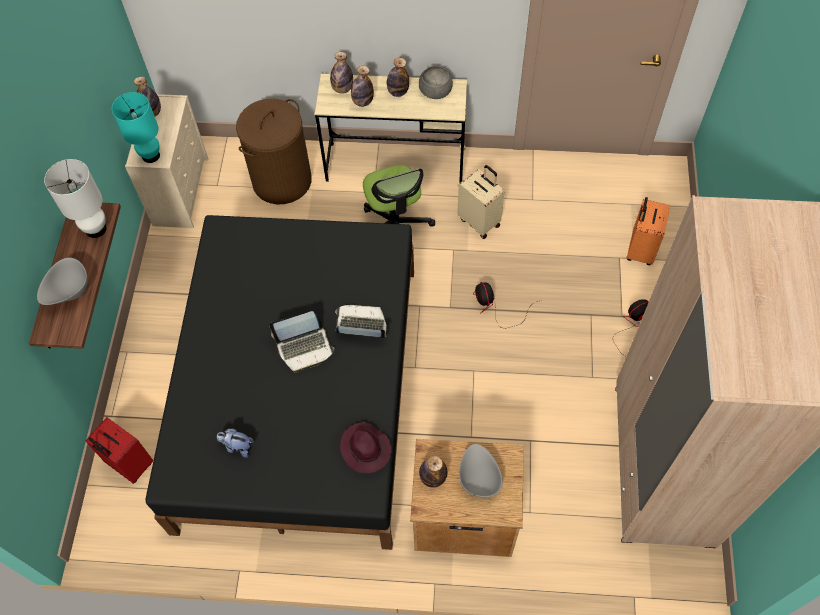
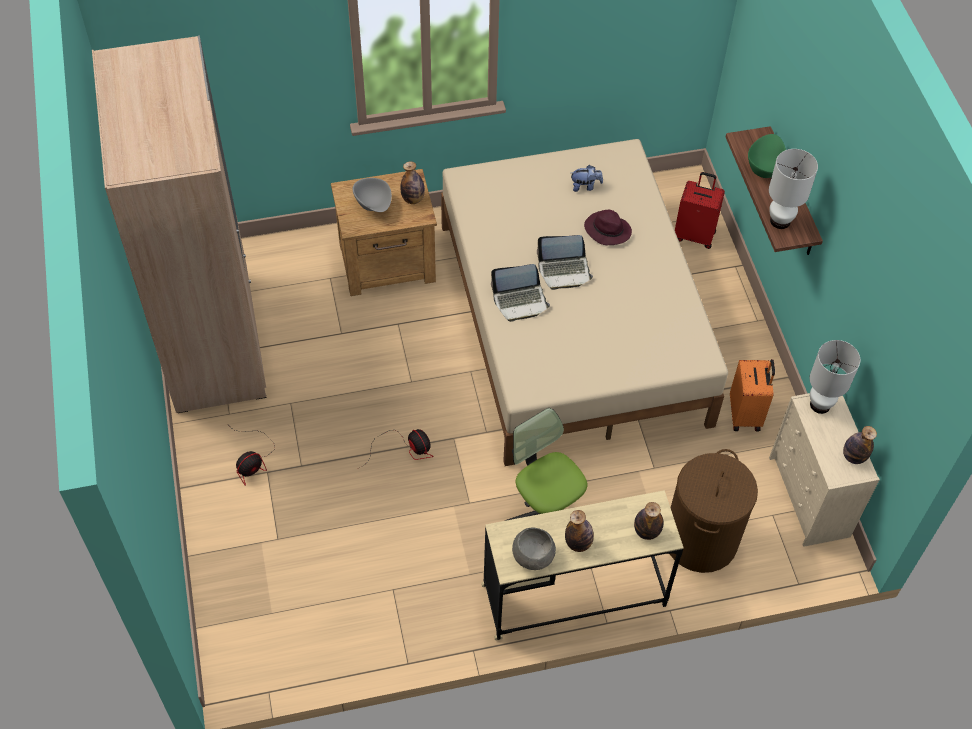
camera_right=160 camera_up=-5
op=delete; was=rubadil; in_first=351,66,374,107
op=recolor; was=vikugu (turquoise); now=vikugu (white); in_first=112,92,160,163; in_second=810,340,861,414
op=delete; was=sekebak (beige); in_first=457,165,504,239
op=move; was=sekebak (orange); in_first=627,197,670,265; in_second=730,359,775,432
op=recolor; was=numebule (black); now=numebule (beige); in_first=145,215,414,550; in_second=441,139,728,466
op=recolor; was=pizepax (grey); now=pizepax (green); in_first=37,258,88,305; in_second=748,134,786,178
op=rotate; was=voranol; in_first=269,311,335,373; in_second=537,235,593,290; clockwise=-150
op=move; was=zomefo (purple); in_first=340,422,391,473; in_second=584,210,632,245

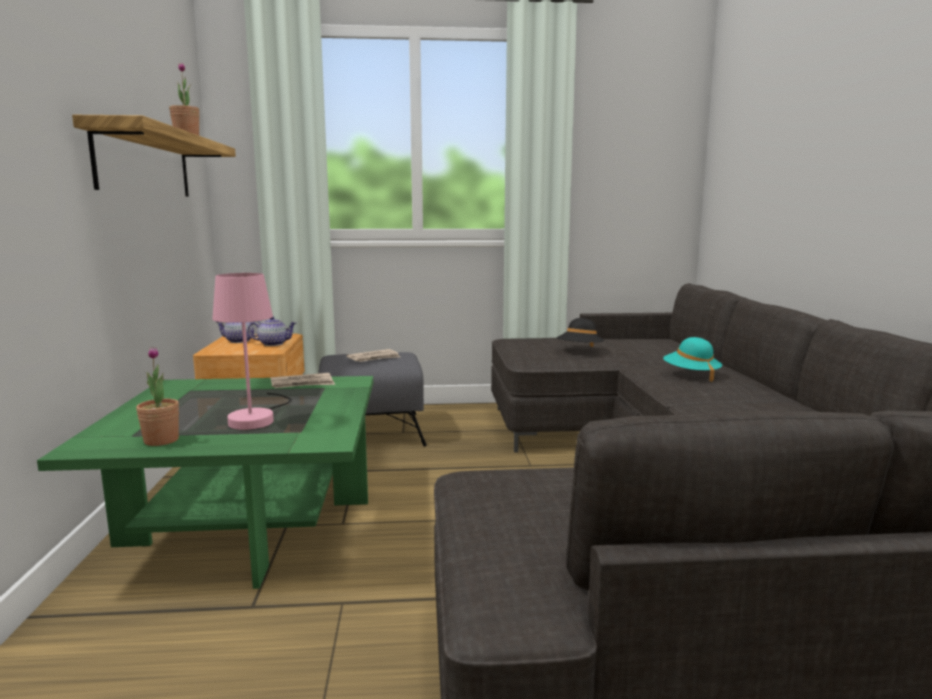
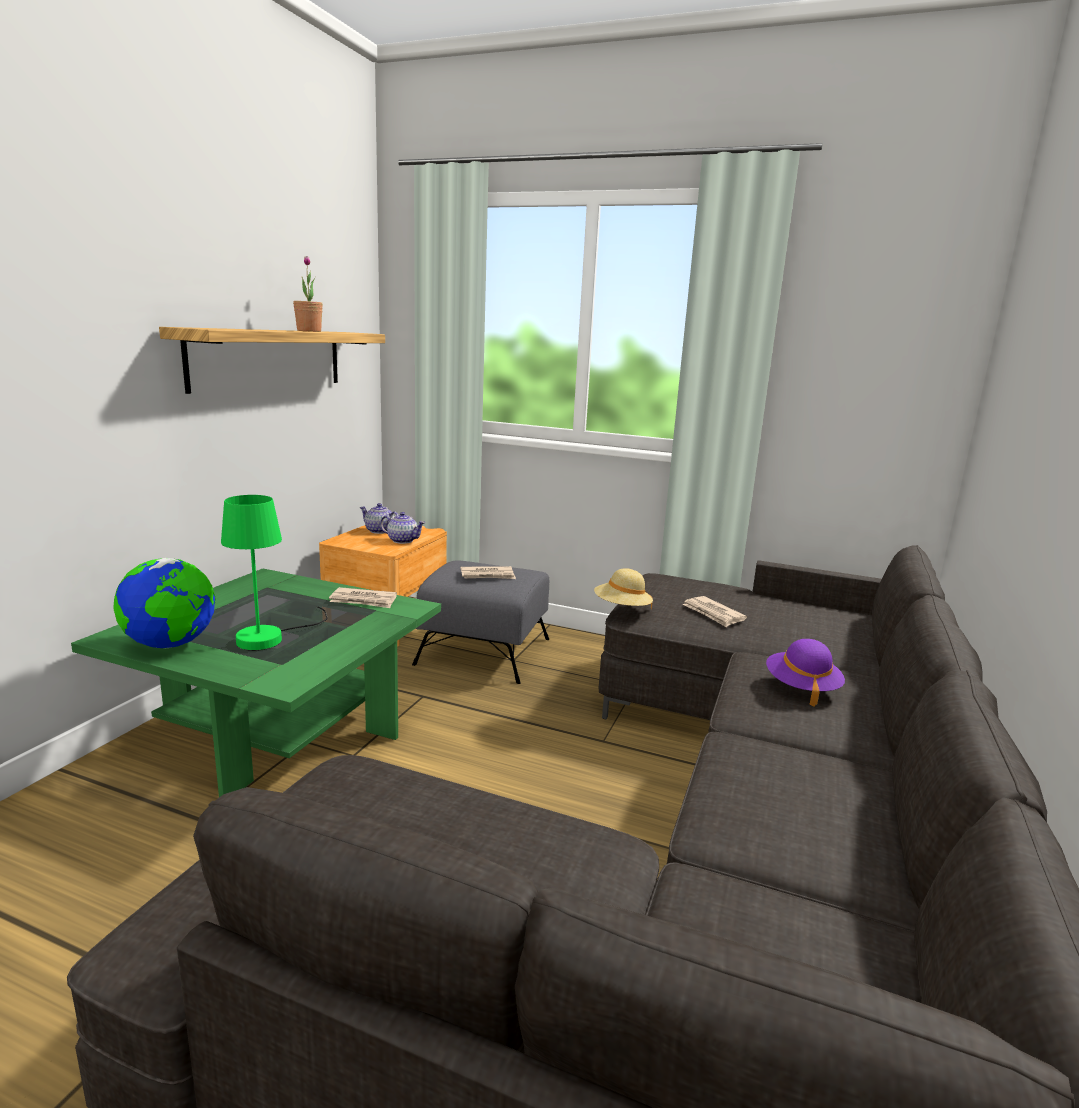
camera_right=25 camera_up=5
op=recolor; was=vikugu (pink); now=vikugu (green); in_first=212,273,291,430; in_second=221,495,328,651
op=replace; was=zomefo (black); now=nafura; in_first=557,318,605,347; in_second=682,596,747,627
op=recolor; was=zomefo (turquoise); now=zomefo (purple); in_first=663,337,722,382; in_second=766,639,845,707
op=replace; was=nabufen; now=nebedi; in_first=136,347,179,446; in_second=114,558,216,648
op=insert; now=zomefo (beige); in_second=594,568,653,609

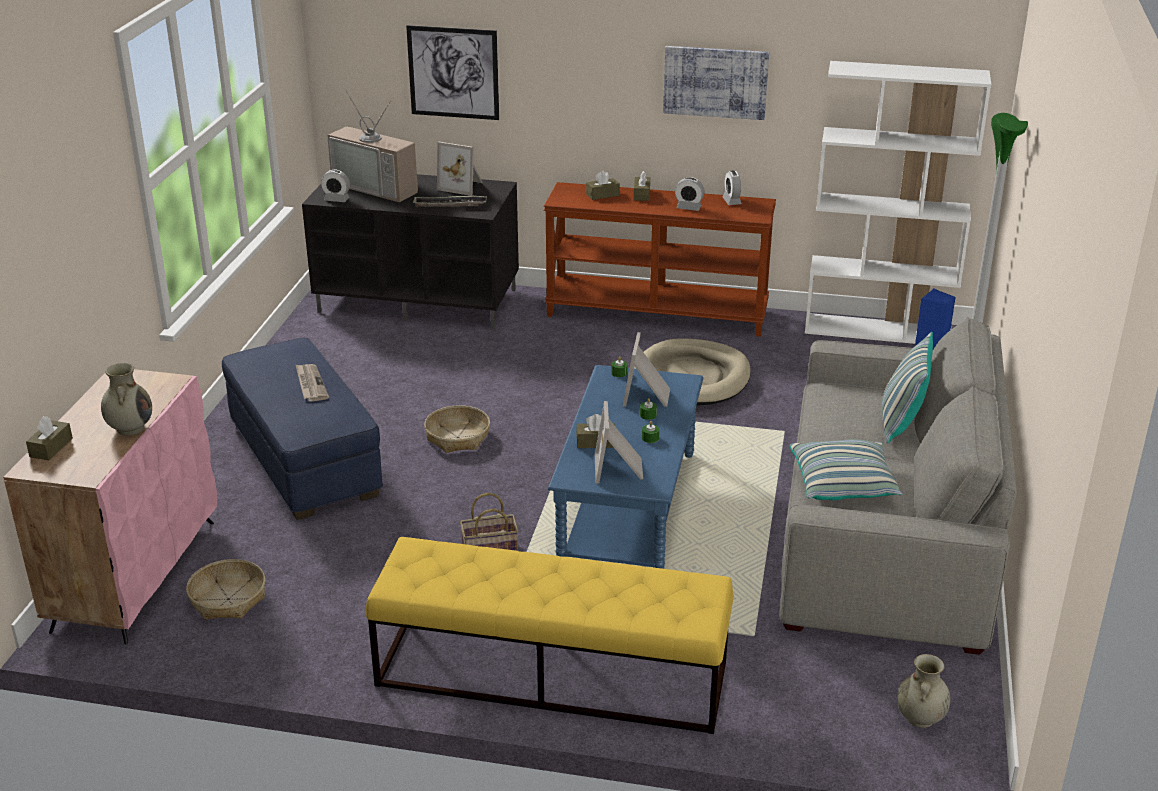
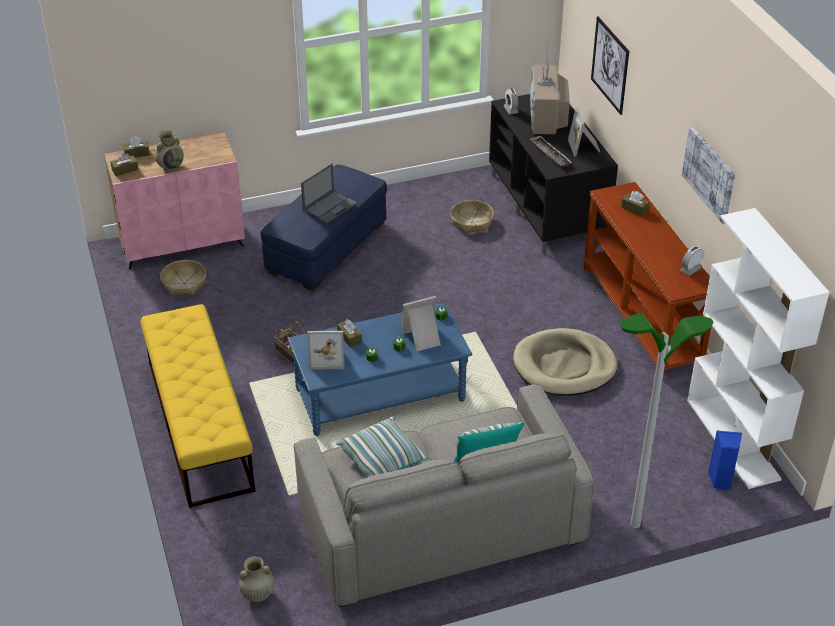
camera_right=60 camera_up=10
op=move; was=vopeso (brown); in_first=634,171,650,201; in_second=110,153,139,176
op=delete; was=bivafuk; in_first=675,177,705,211
op=replace; was=nafura; now=voranol; in_first=295,364,329,401; in_second=301,163,357,224
op=rotate; was=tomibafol; in_first=595,401,643,483; in_second=307,331,345,369; clockwise=-150
op=move; was=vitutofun; in_first=424,405,490,453; in_second=451,200,494,234

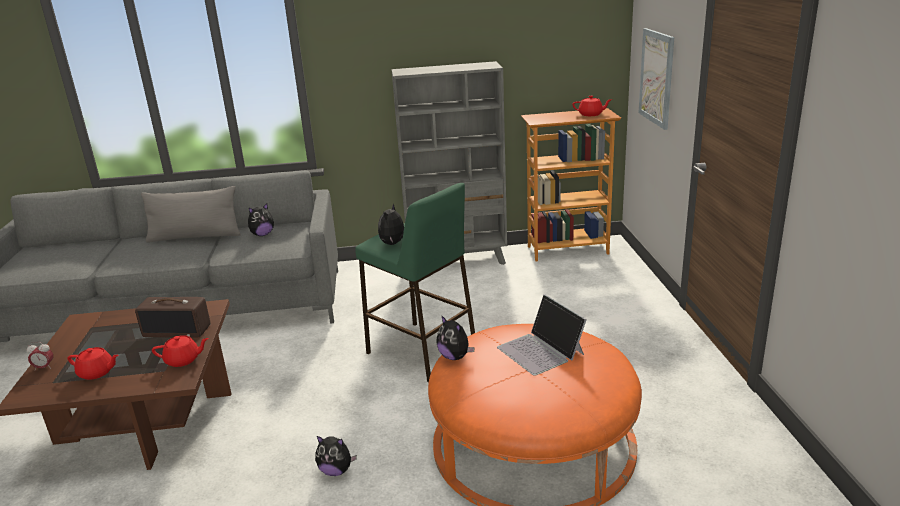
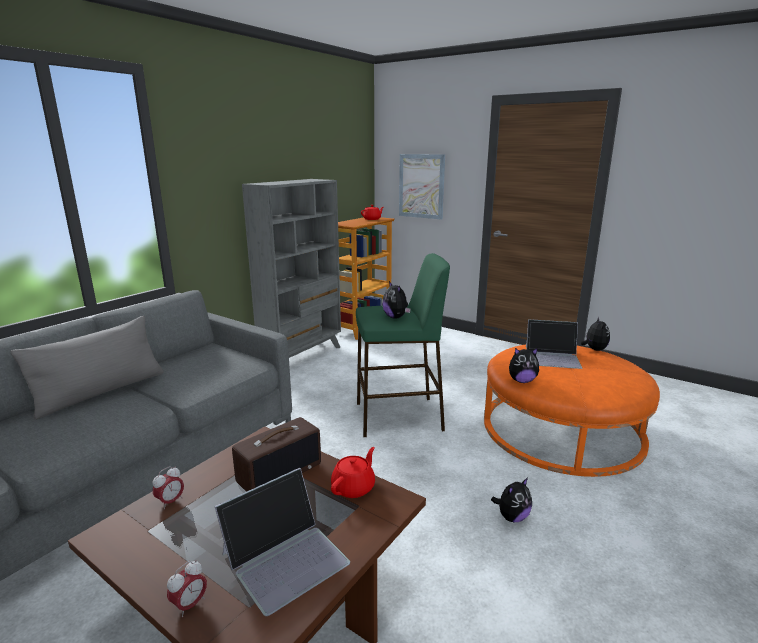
camera_right=-50 camera_up=-5
op=move; was=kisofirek; in_first=248,203,274,236; in_second=581,317,610,351
op=replace; was=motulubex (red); now=voranol; in_first=68,347,119,380; in_second=214,468,350,616
op=insert; now=bivafuk; in_second=152,466,184,509

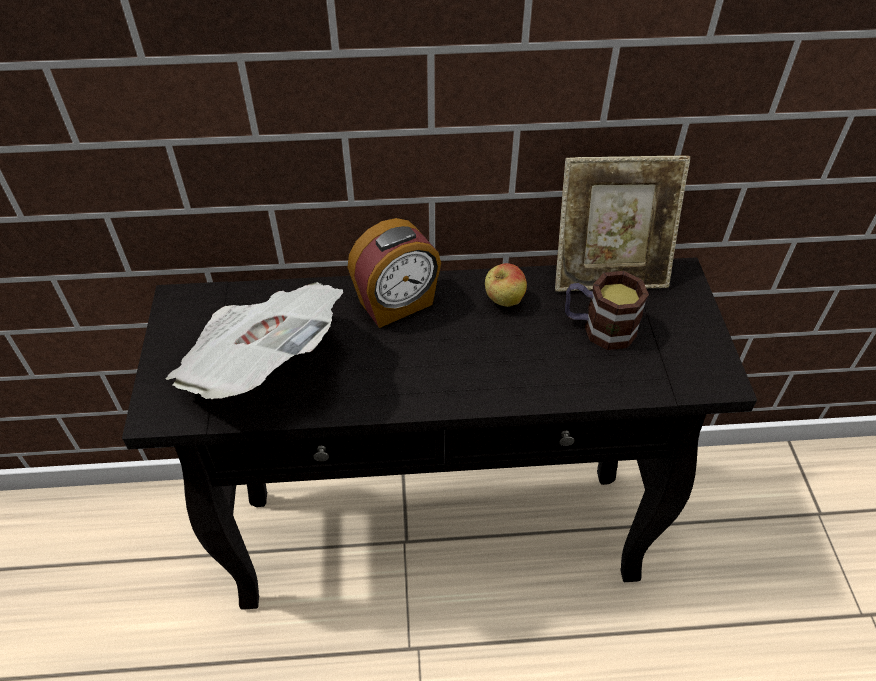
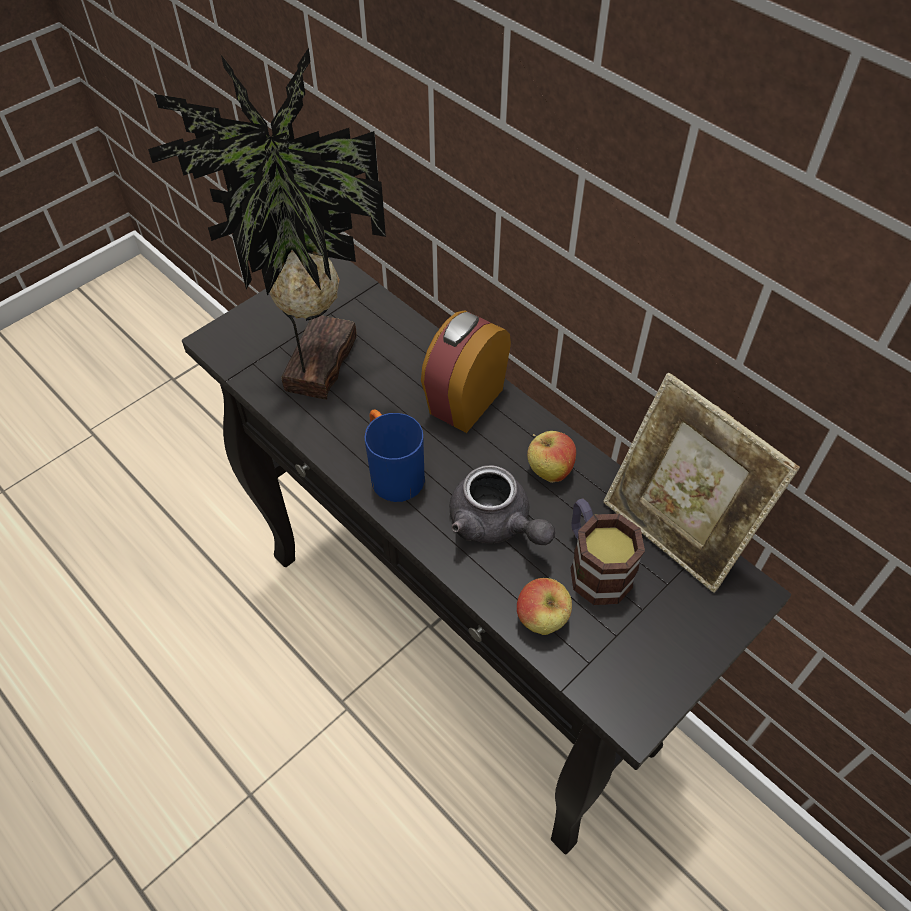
camera_right=50 camera_up=5
op=rotate; was=bivafuk; in_first=347,218,441,328; in_second=421,310,511,433; clockwise=105
op=replace; was=nafura; now=nabufen; in_first=165,282,343,399; in_second=148,48,386,400
op=insert; now=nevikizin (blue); in_second=365,409,425,502
op=insert; now=motulubex (grey); in_second=450,465,555,545
op=insert; now=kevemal; in_second=517,578,572,635

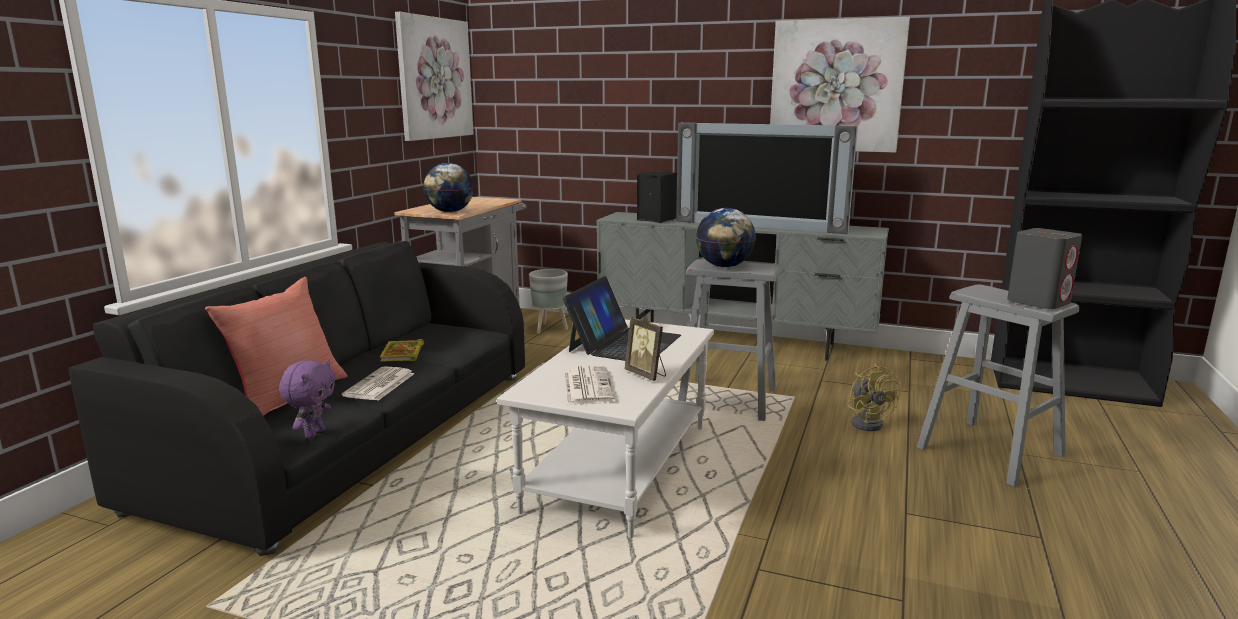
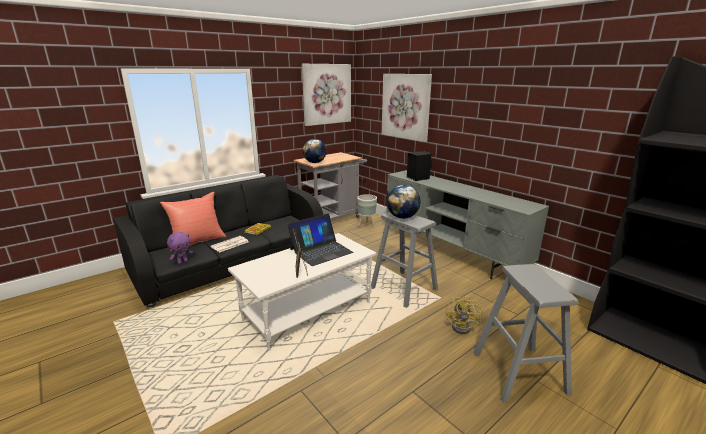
camera_right=30 camera_up=5
op=move; was=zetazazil; in_first=770,17,910,153; in_second=382,74,432,142
op=delete; was=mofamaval; in_first=676,123,858,234
op=delete; was=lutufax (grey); in_first=1007,228,1082,309
op=delete; was=nafura; in_first=564,366,615,405

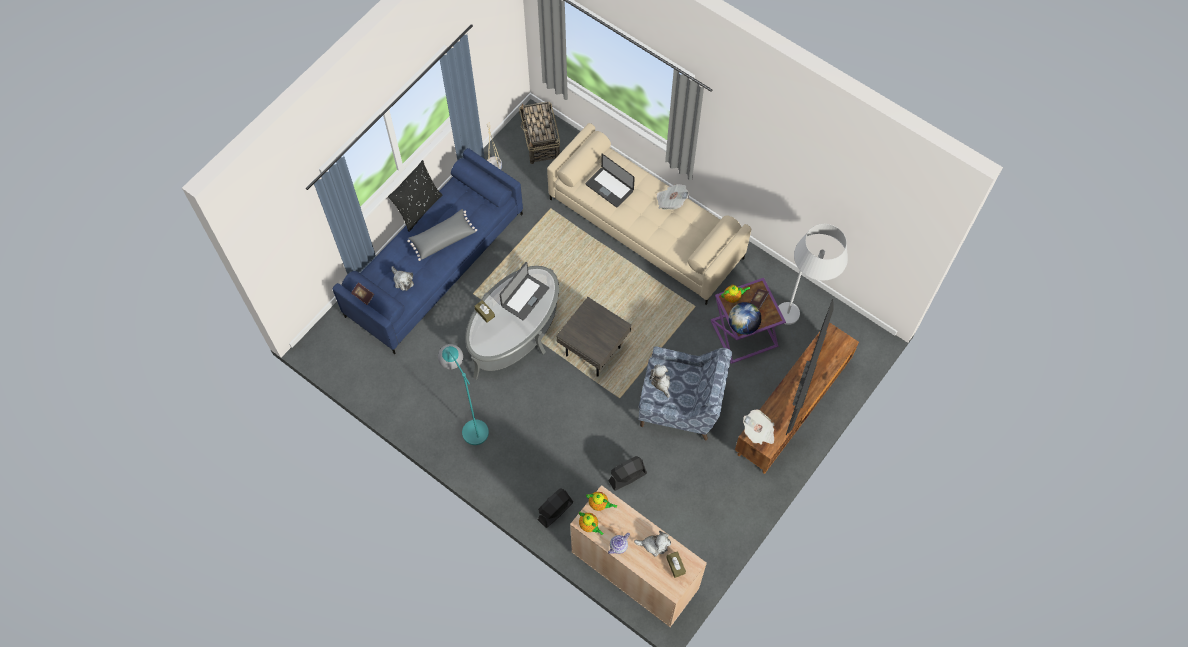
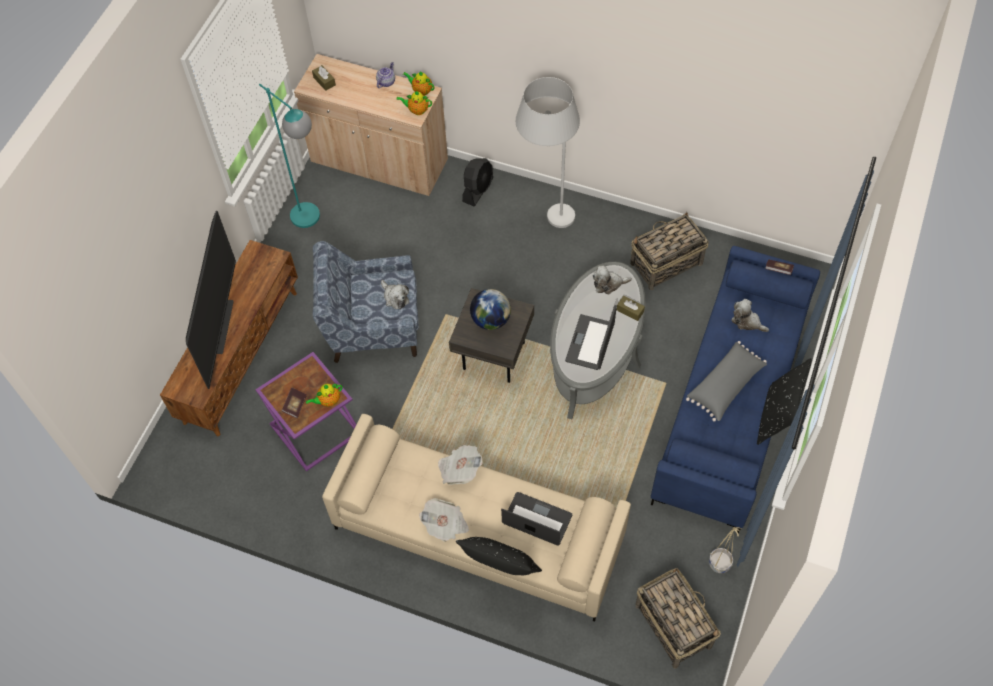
camera_right=165 camera_up=-5
op=move; was=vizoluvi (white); in_first=778,224,848,325; in_second=516,77,580,228
op=move; was=nebedi; in_first=728,302,761,335; in_second=470,289,511,330
op=move; was=vizoluvi (turquoise); in_first=438,344,489,445; in_second=259,84,320,228
op=move; was=nafura; in_first=743,410,774,445; in_second=438,445,482,485
op=delete; was=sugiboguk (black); in_first=608,456,647,491
op=move; was=kisofirek; in_first=634,531,671,557; in_second=593,266,632,294
op=insert; now=vitutofun; in_second=630,212,709,290
op=insert; now=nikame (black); in_second=456,537,542,575

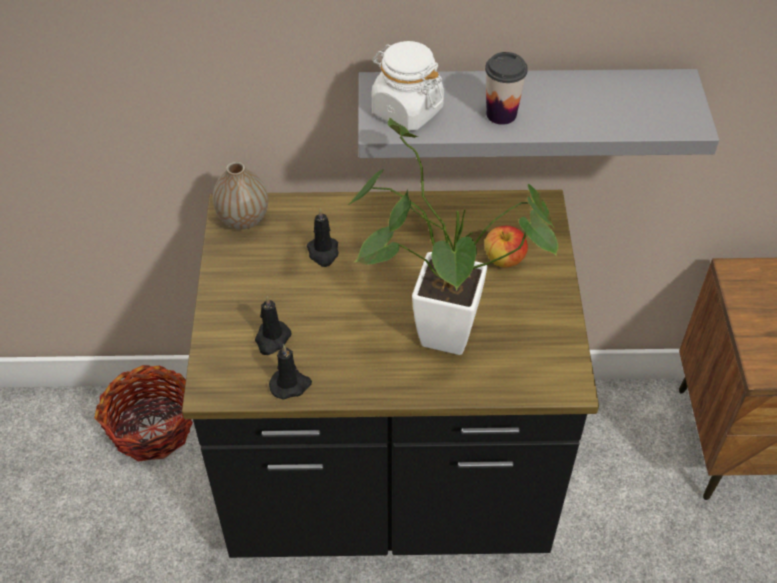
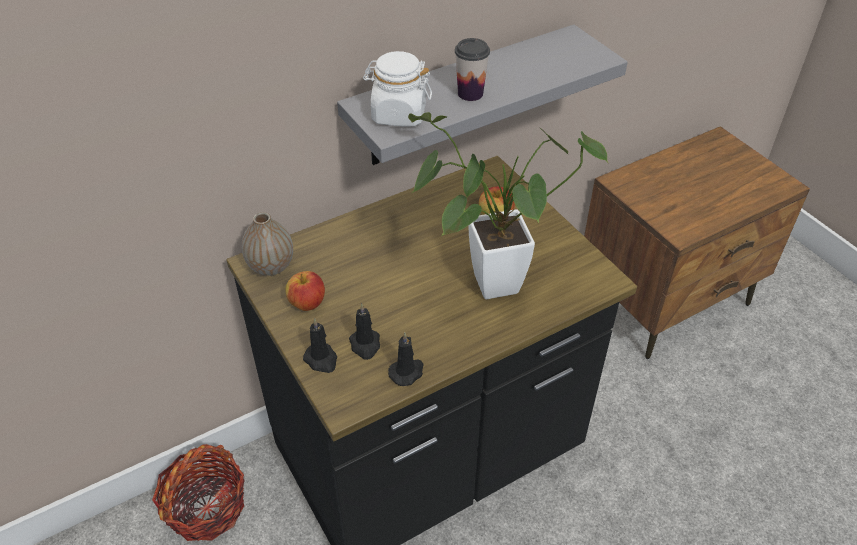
camera_right=-30 camera_up=-5
op=move; was=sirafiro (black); in_first=307,208,339,267; in_second=303,318,337,373
op=insert; now=kevemal; in_second=286,271,325,311

